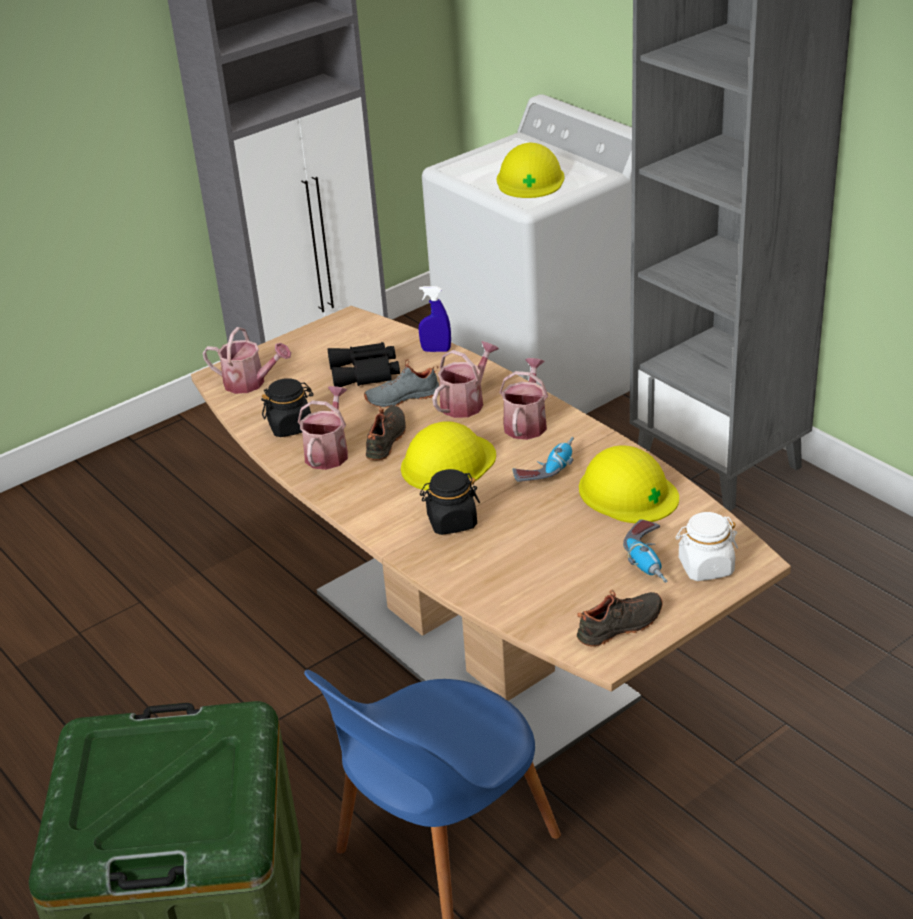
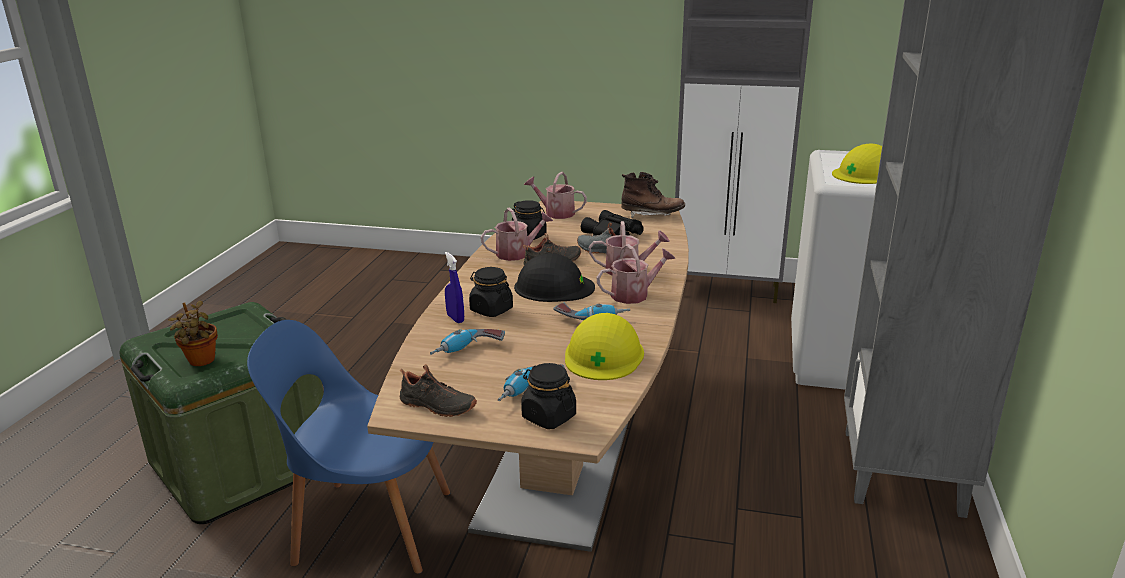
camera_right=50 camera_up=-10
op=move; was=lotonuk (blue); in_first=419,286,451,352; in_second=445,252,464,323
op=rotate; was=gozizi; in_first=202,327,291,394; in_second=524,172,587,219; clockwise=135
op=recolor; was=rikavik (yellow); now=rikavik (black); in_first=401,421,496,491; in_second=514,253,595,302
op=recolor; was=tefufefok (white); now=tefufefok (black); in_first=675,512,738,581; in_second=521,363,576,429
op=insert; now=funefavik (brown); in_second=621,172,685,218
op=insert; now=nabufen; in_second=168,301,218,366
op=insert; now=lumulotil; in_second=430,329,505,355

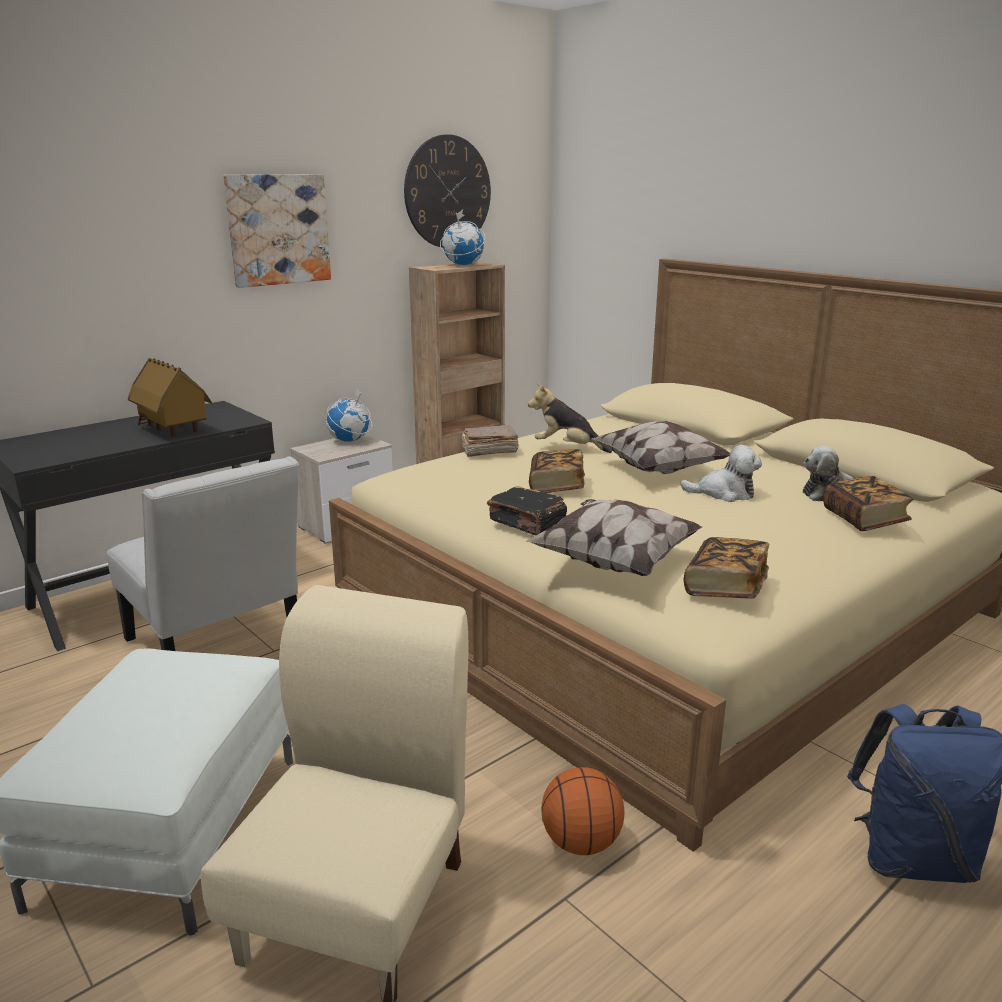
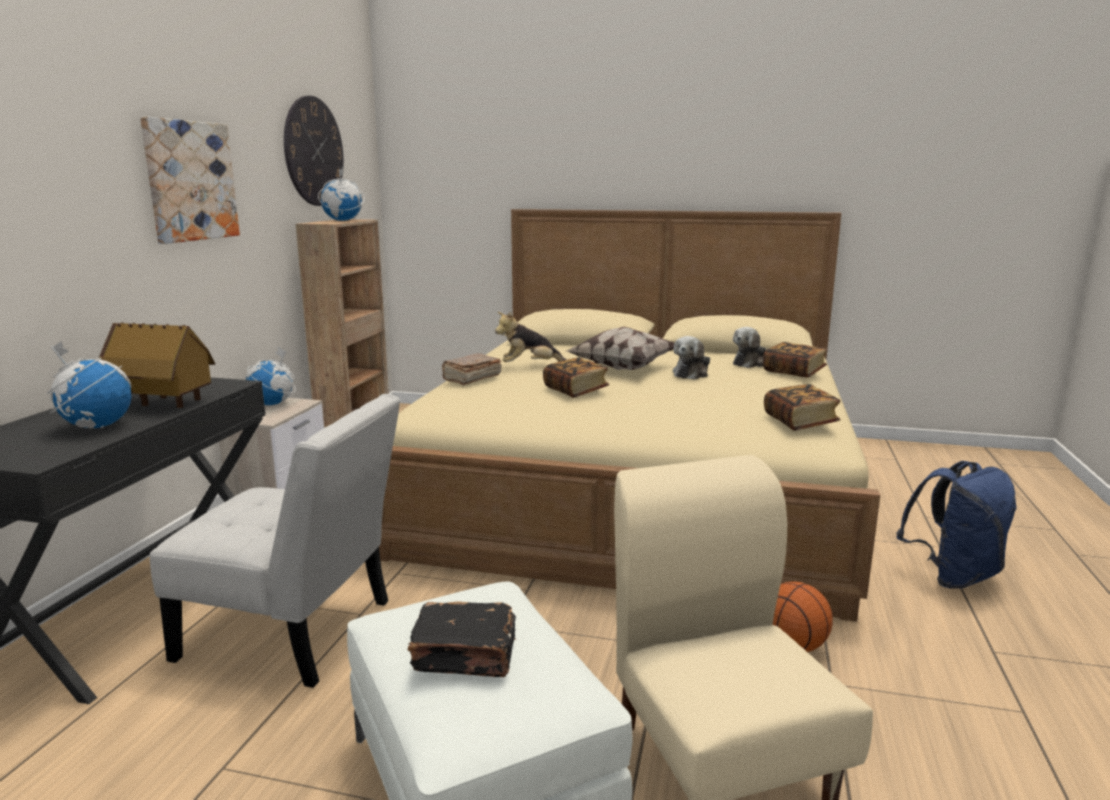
camera_right=-35 camera_up=-5
op=rotate; was=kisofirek; in_first=680,445,762,502; in_second=673,336,710,380; clockwise=150
op=move; was=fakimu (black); in_first=487,486,567,535; in_second=408,602,517,677
op=delete; was=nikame; in_first=526,499,702,576
op=insert; now=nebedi; in_second=47,341,132,428

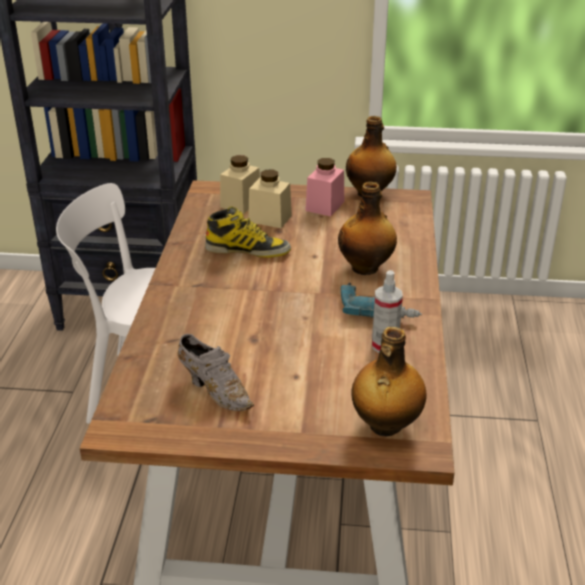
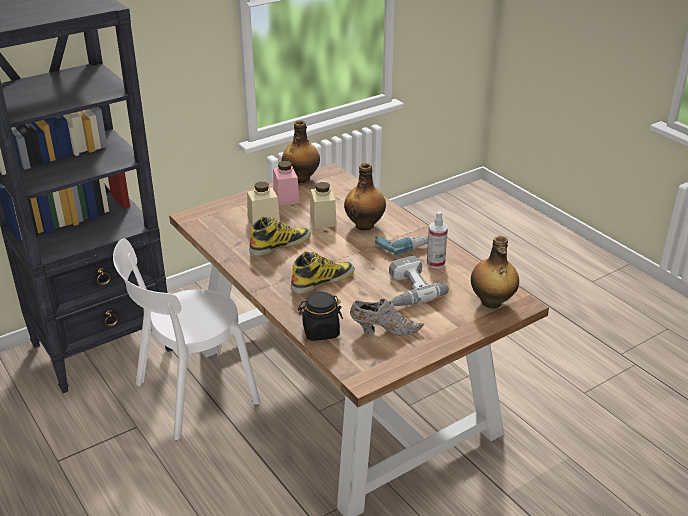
camera_right=-40 camera_up=0
op=move; was=tefufefok (beige); in_first=220,155,260,214; in_second=310,182,337,228
op=insert; now=funefavik; in_second=291,251,354,294
op=insert; now=lumulotil; in_second=389,256,449,306
op=insert; now=tefufefok (black); in_second=298,292,343,341

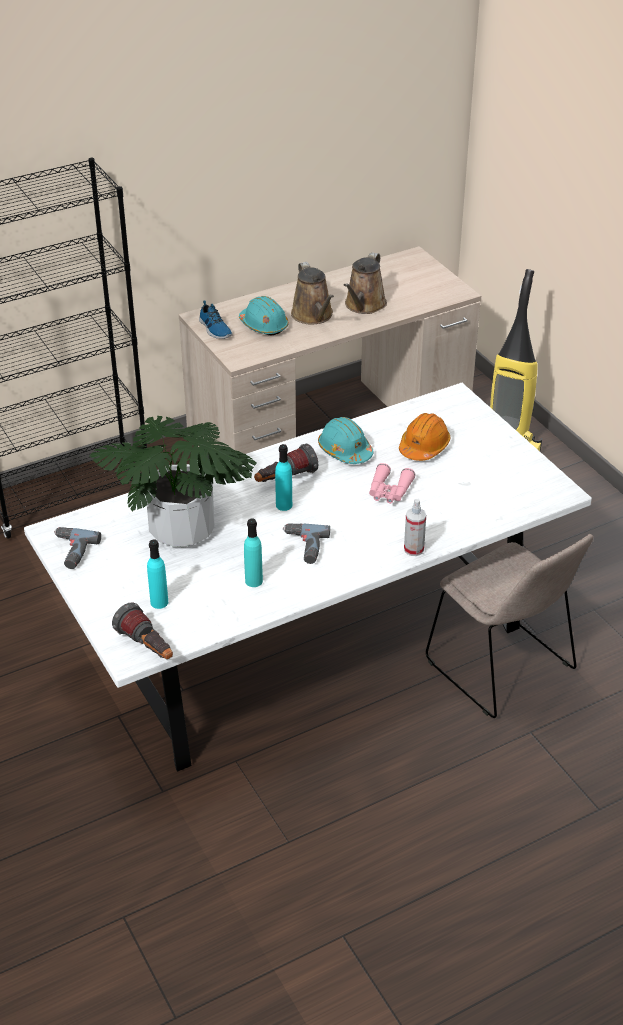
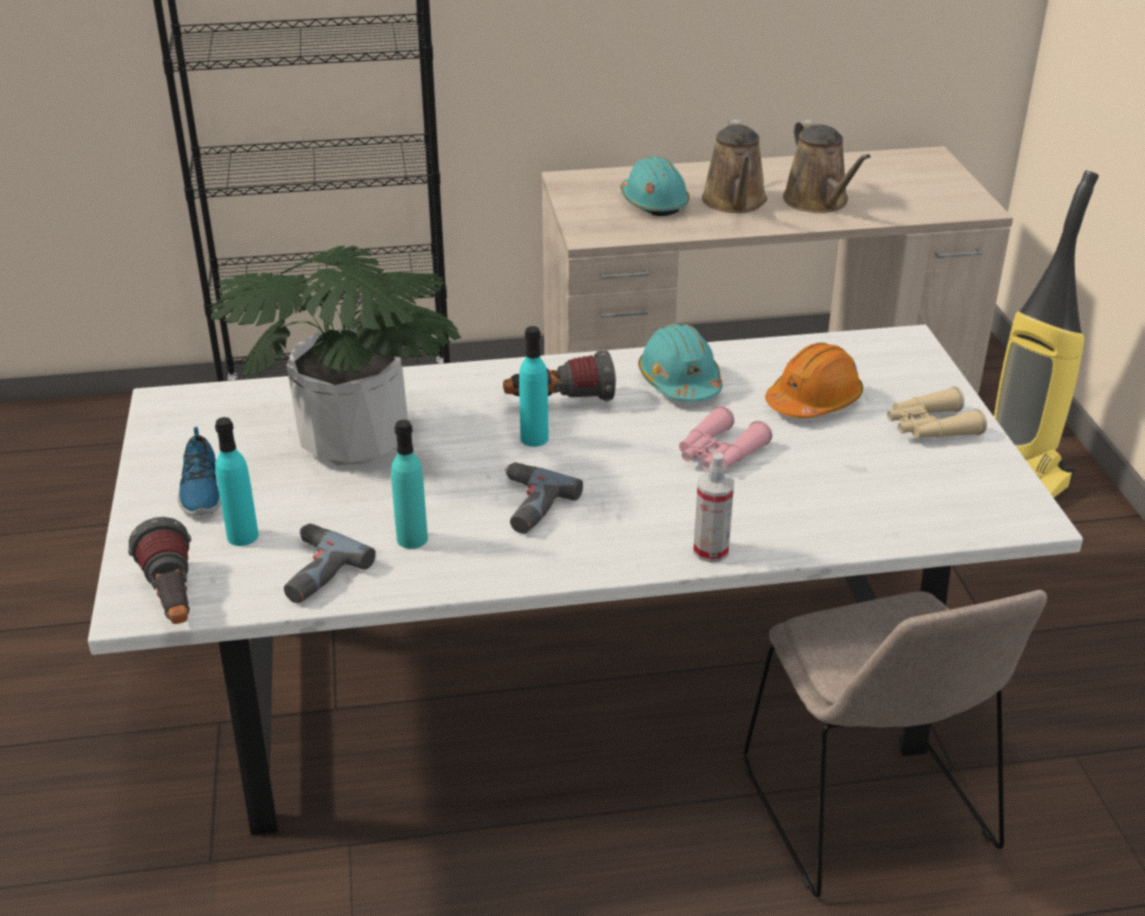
camera_right=20 camera_up=-5
op=rotate; was=gozizi (brown); in_first=344,252,387,314; in_second=783,119,871,213; clockwise=-60
op=move; was=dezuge; in_first=199,300,233,339; in_second=178,427,221,516
op=move; was=lumulotil; in_first=54,527,101,569; in_second=284,523,376,604
op=insert; now=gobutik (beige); in_second=887,387,987,438

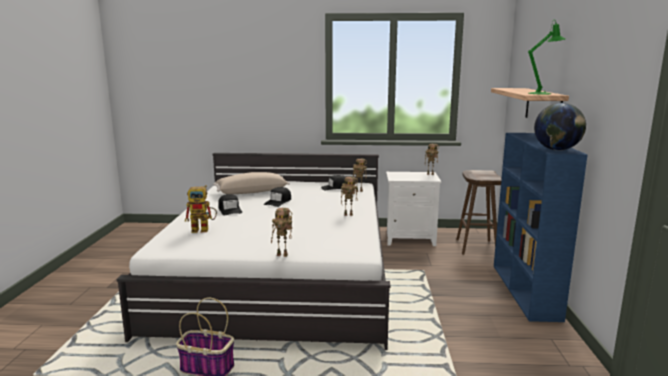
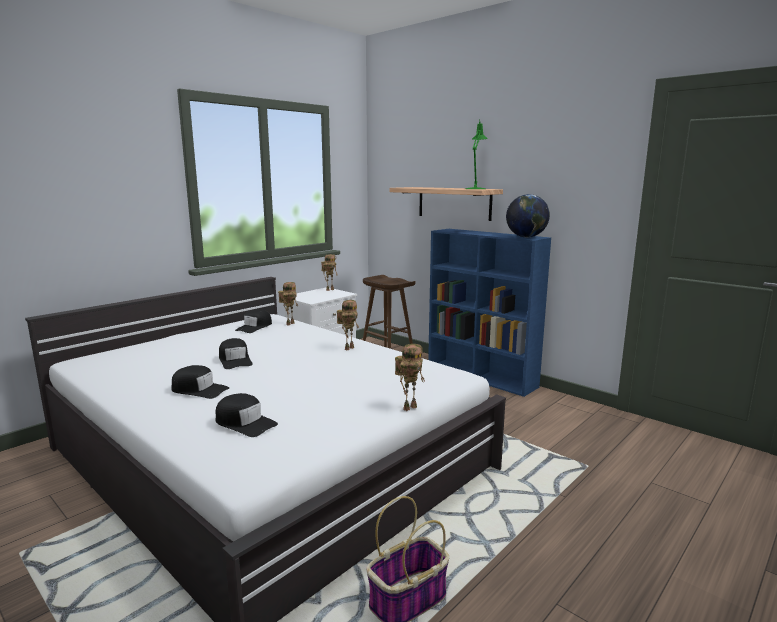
camera_right=-50 camera_up=0
op=delete; was=nikame (beige); in_first=213,172,290,194
op=replace; was=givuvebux; now=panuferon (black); in_first=185,185,217,233; in_second=215,393,278,437

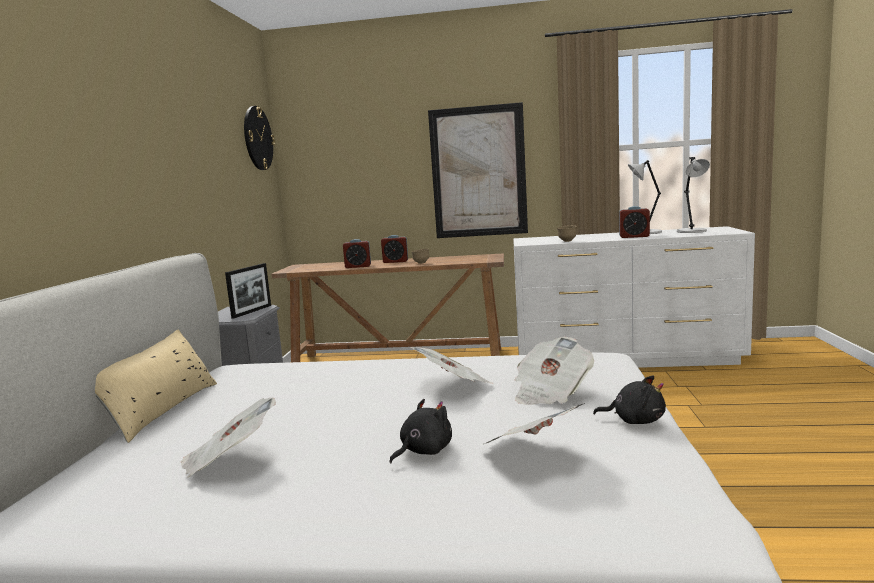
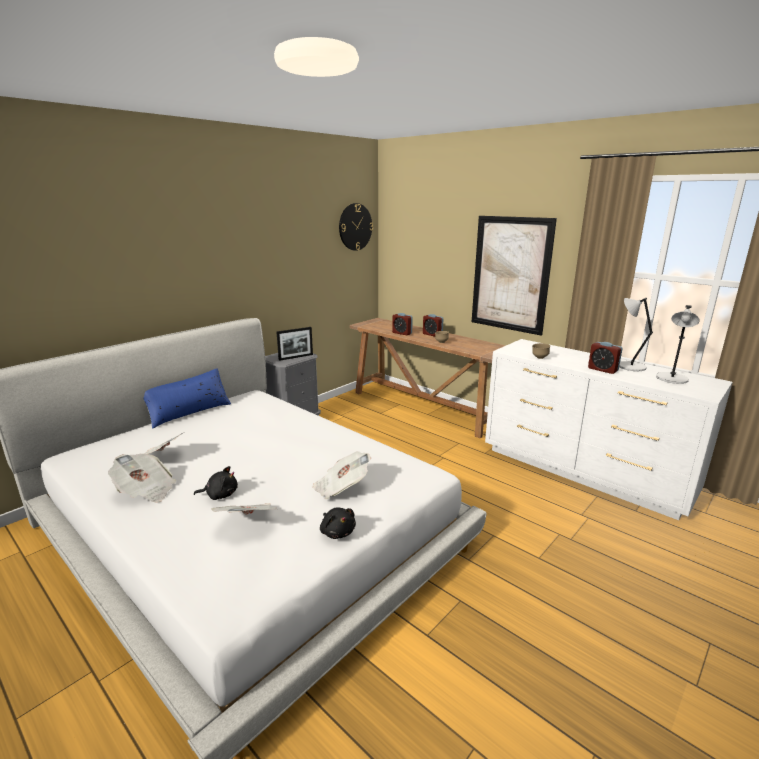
camera_right=35 camera_up=10
op=recolor; was=nikame (beige); now=nikame (blue); in_first=95,329,217,443; in_second=144,368,231,429
op=move; was=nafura; in_first=410,347,492,383; in_second=108,454,176,503

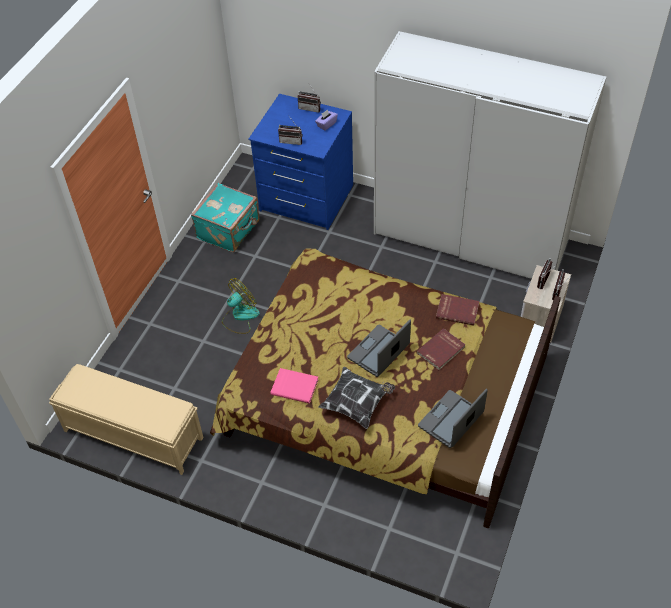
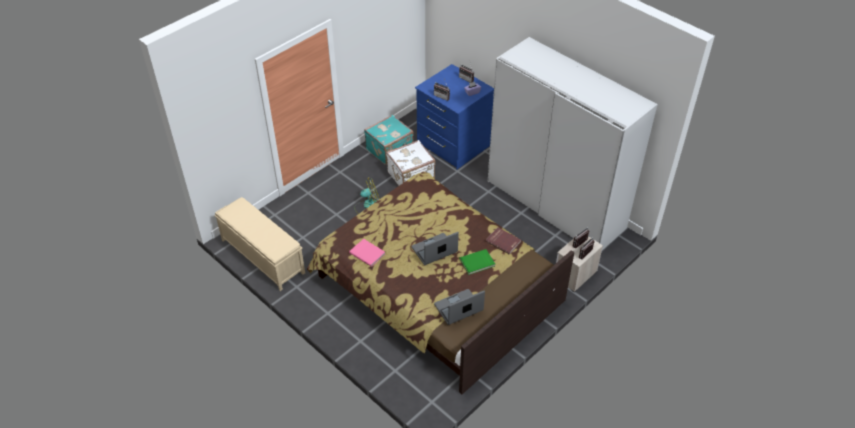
camera_right=20 camera_up=-5
op=recolor; was=fakimu (red); now=fakimu (green); in_first=416,328,466,370; in_second=460,249,495,275
op=delete; was=nikame; in_first=318,367,395,429
op=insert; now=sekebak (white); in_second=386,140,436,186

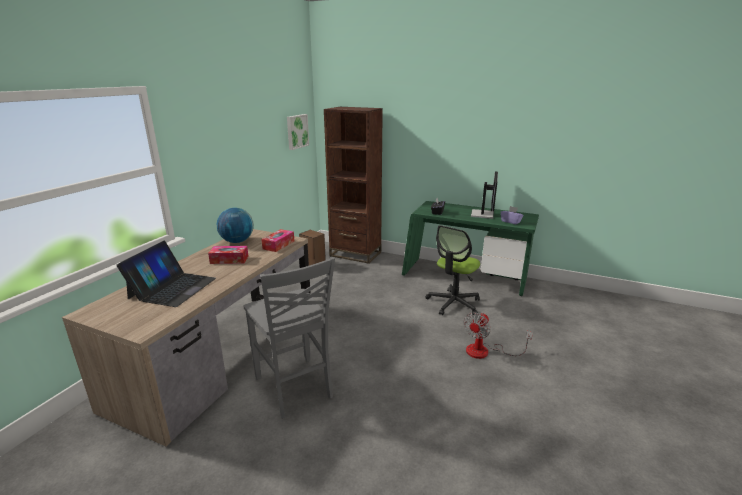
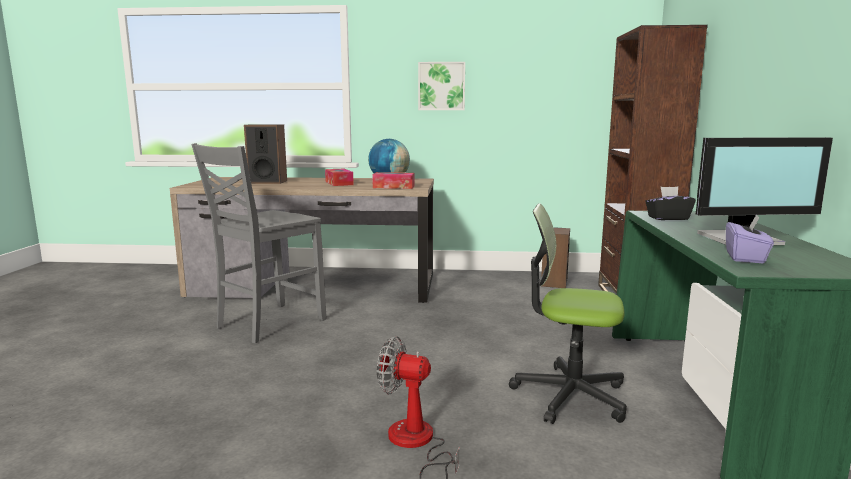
camera_right=70 camera_up=-10
op=move; was=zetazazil; in_first=287,114,309,150; in_second=418,62,465,110
op=replace; was=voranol; now=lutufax; in_first=116,241,216,307; in_second=244,124,287,184

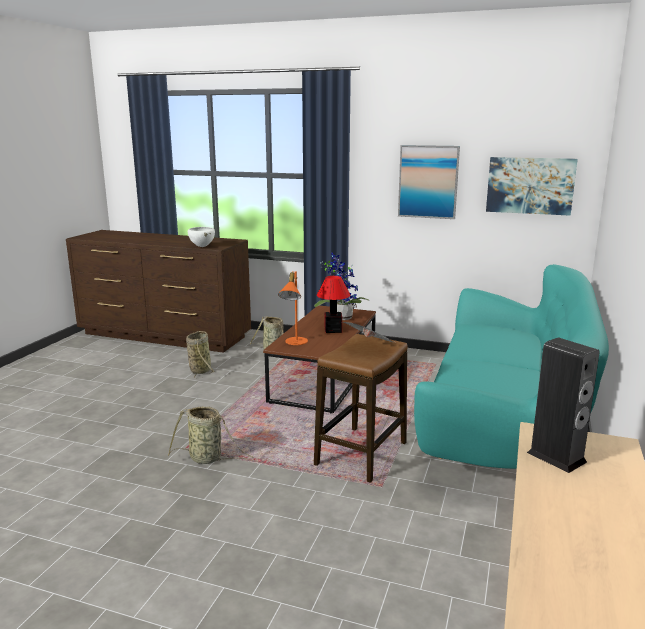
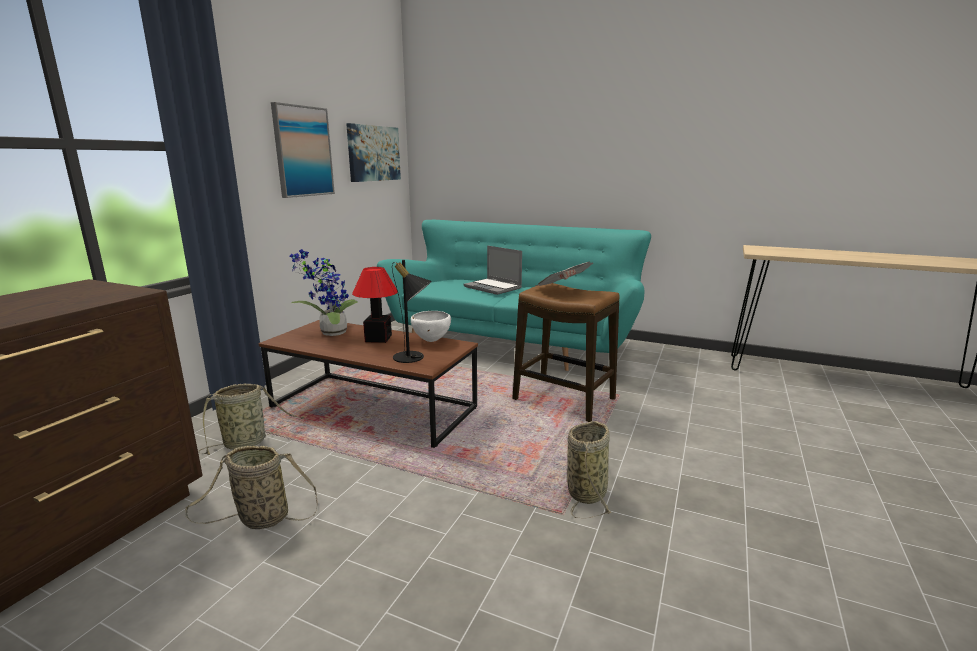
camera_right=-85 camera_up=0
op=move; was=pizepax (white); in_first=188,227,215,247; in_second=411,311,451,342
op=recolor; was=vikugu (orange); now=vikugu (black); in_first=278,271,308,345; in_second=392,260,432,363
op=delete; was=lutufax; in_first=527,337,600,473
op=insert; now=voranol; in_second=464,246,522,295

